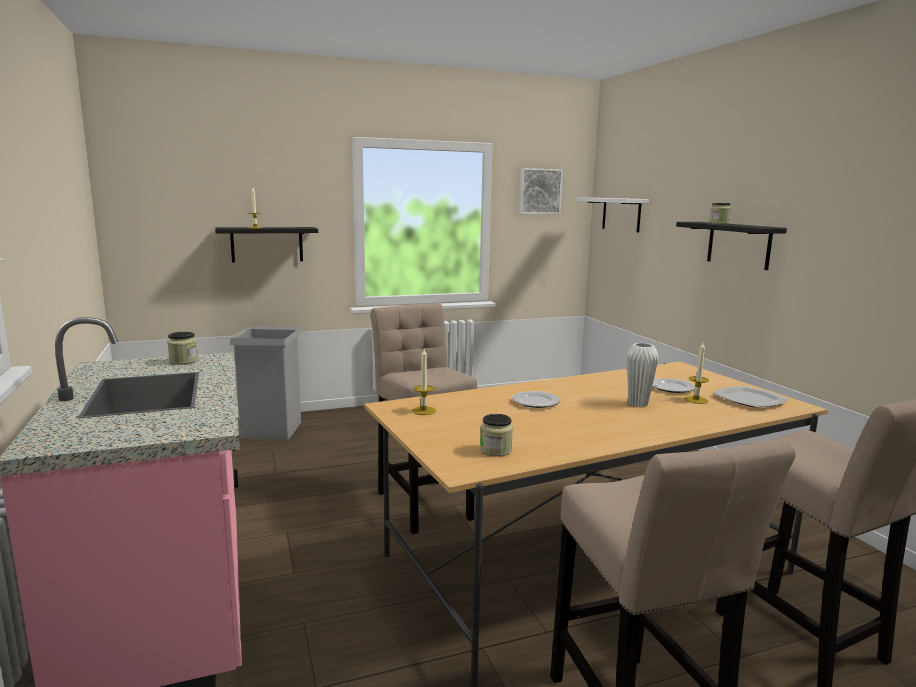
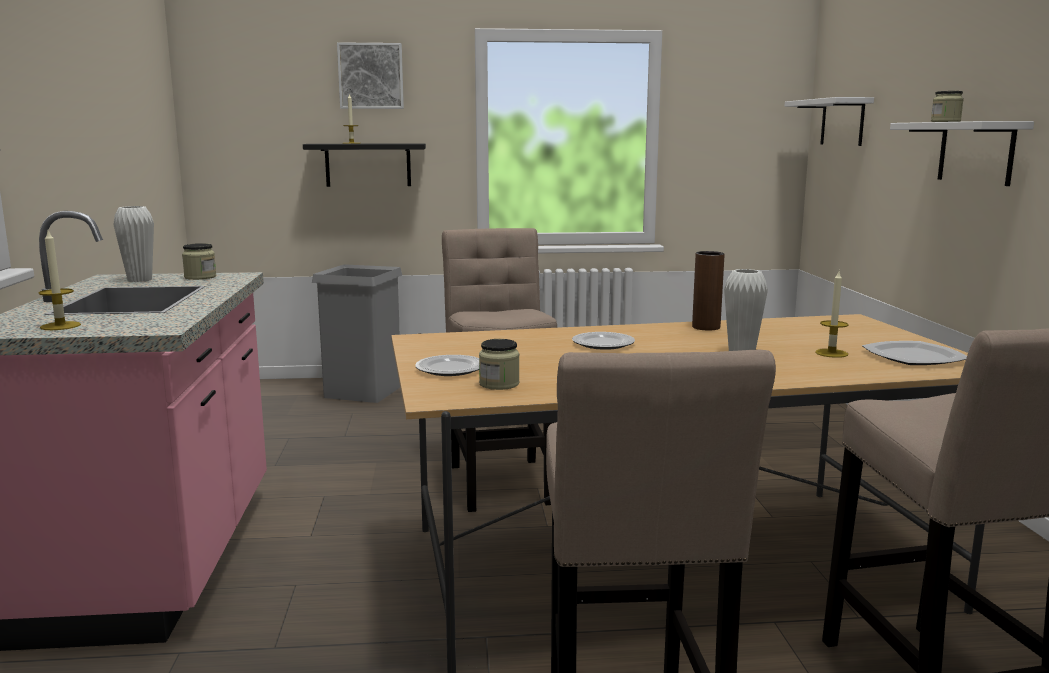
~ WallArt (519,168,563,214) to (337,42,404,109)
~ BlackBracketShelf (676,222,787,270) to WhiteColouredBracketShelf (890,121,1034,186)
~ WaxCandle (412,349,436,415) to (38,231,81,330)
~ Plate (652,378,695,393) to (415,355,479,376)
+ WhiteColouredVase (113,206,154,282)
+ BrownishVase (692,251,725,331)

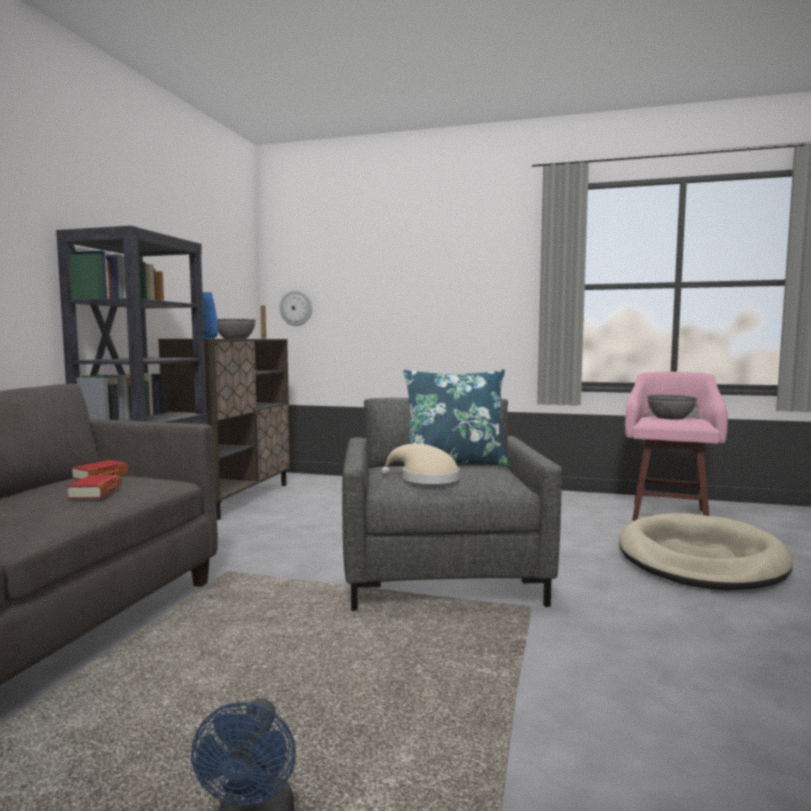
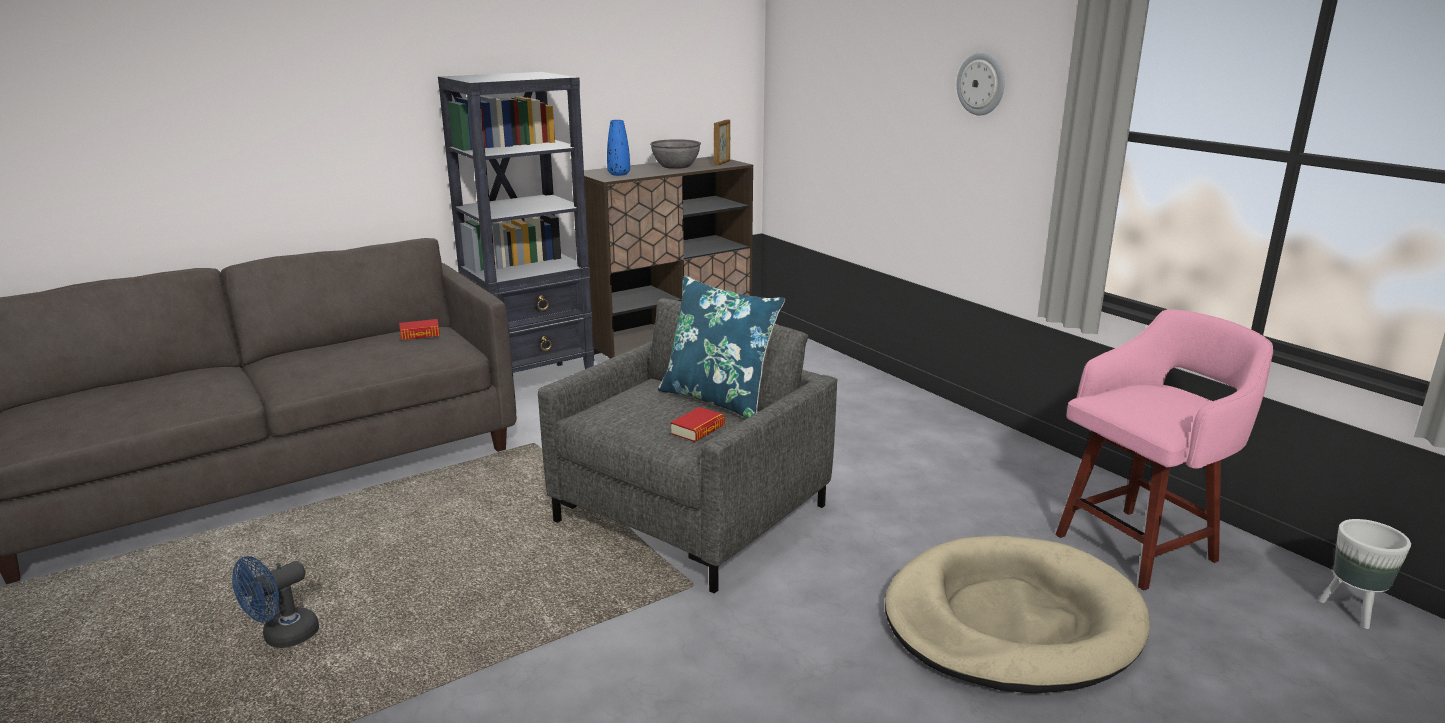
~ ClockOnTheWall (280,290,312,326) to (957,52,1005,115)
- GreyishDeepDish (647,395,697,420)
- SandColouredClothingHat (381,443,460,484)
~ Book (67,475,122,499) to (670,407,725,442)
+ WhiteColouredPlanter (1319,519,1411,629)

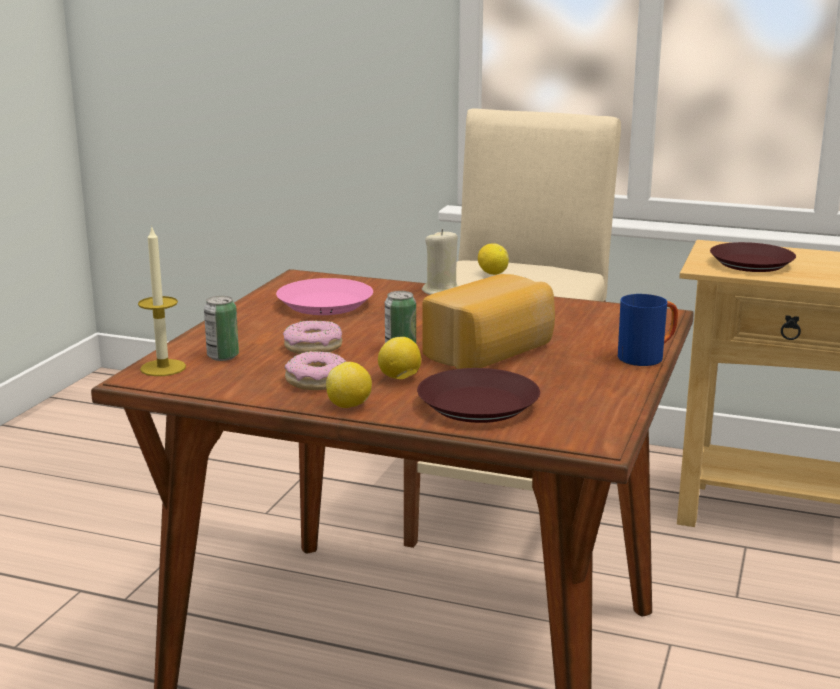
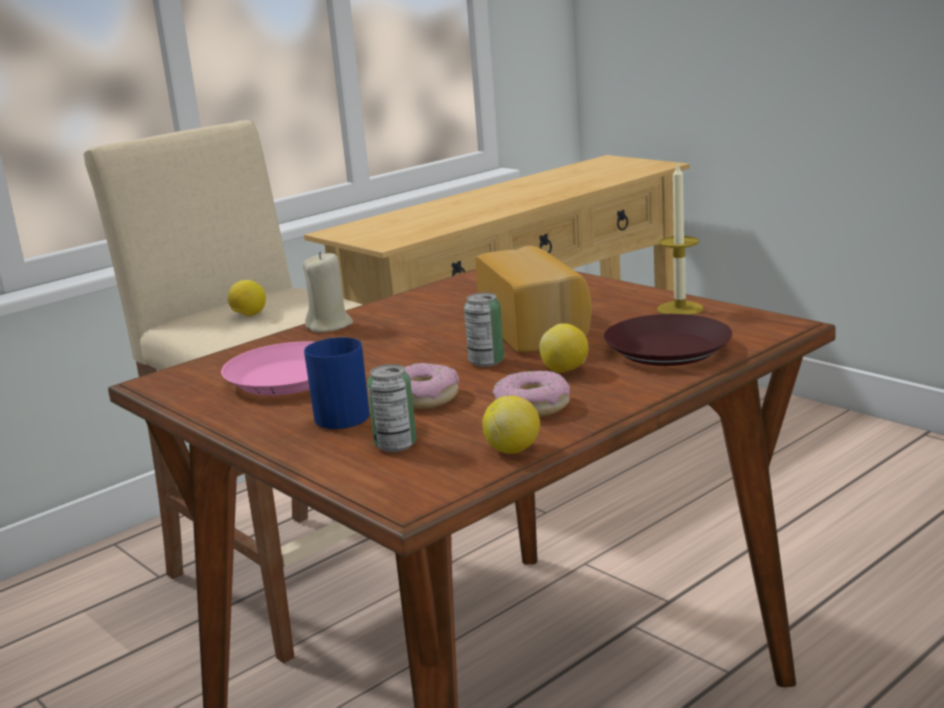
~ WaxCandle (138,228,186,376) to (657,162,703,315)
- BrownishPlate (710,242,796,272)
~ BlueTeaMug (618,294,678,366) to (304,337,370,429)
~ CitrusFruit (326,362,372,408) to (482,396,540,454)

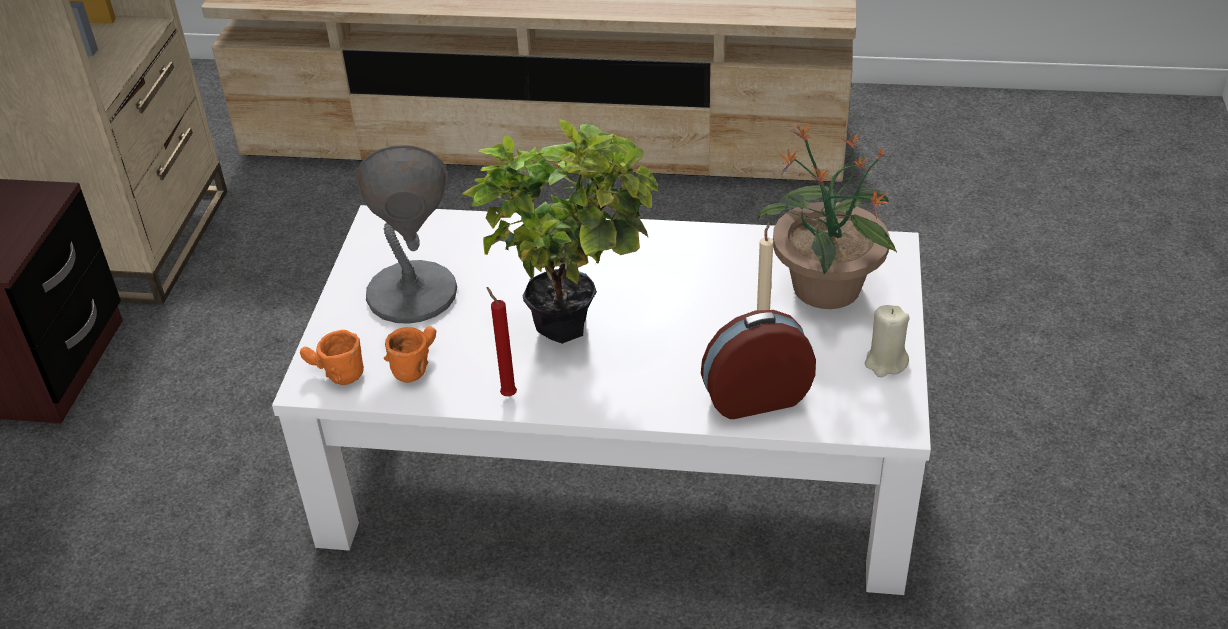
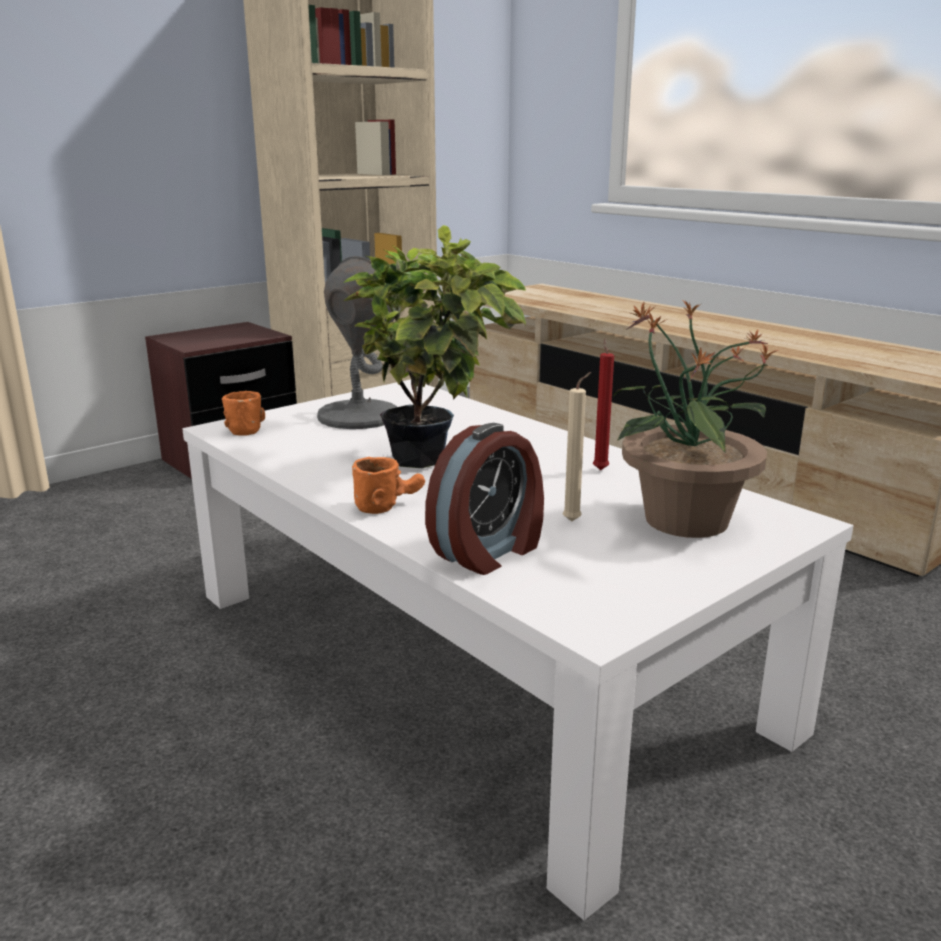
~ RedColouredWaxCandle (486,287,517,396) to (593,338,614,470)
- SandColouredWaxCandle (865,305,909,377)
~ AlarmClock (701,310,816,419) = (425,423,544,575) 105 degrees clockwise
~ OrangeTeaMug (384,326,436,383) to (352,457,425,514)

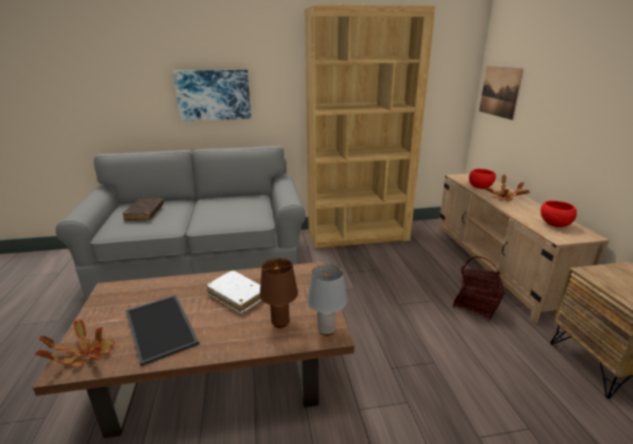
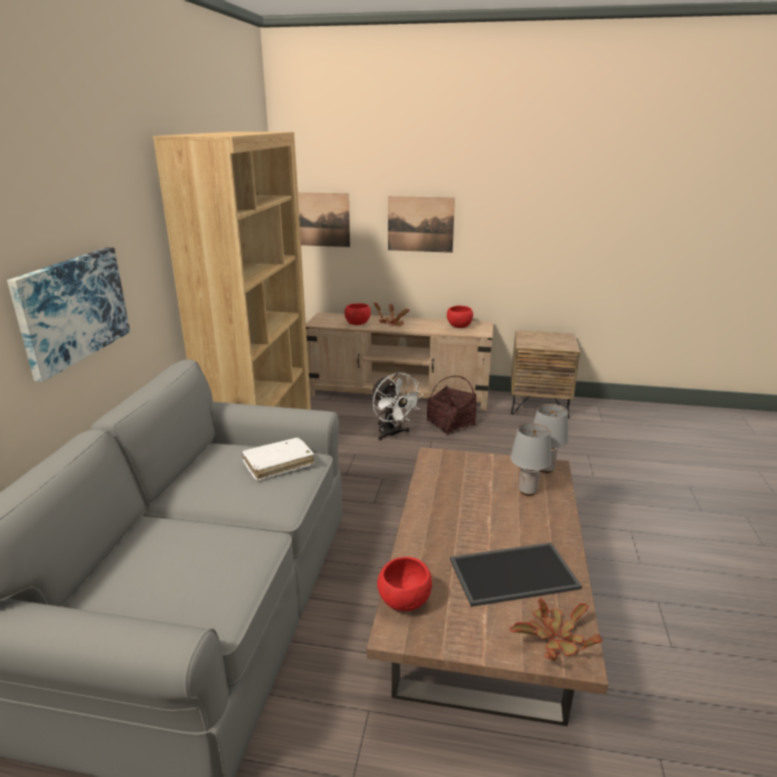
- BrownishBook (122,198,164,221)
~ BrownishTabletopLamp (260,258,298,328) to GreyishTabletopLamp (511,423,551,496)
~ WhiteColouredBook (207,271,261,313) to (242,438,314,481)
+ WallArt (388,196,455,253)
+ WhiteColouredElectricFan (371,373,423,441)
+ RedColouredDeepDish (377,557,432,611)

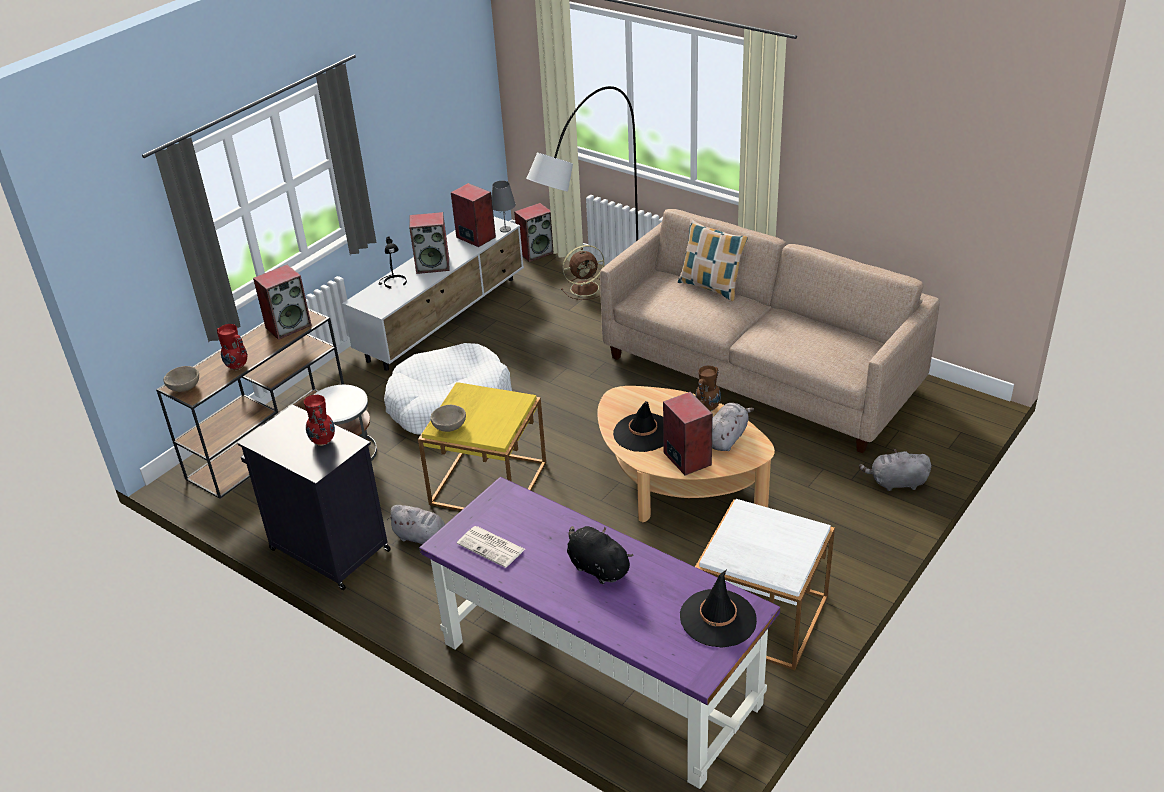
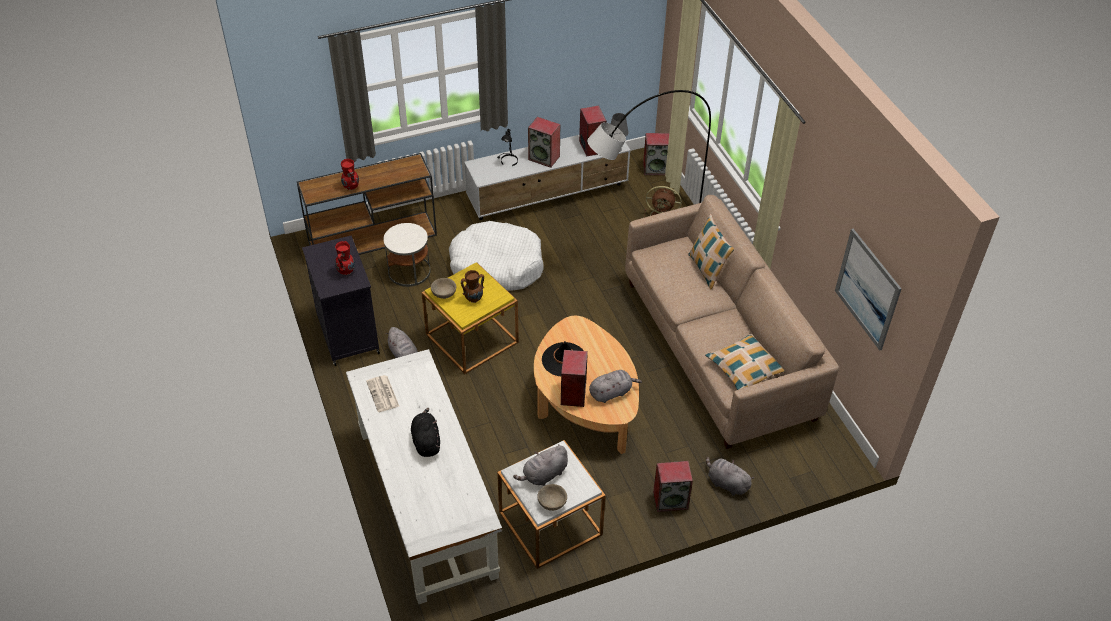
~ Speaker (253,265,312,340) to (653,461,693,512)
~ SandColouredDeepDish (163,366,199,392) to (537,484,567,511)
~ BrownishVase (695,366,721,411) to (461,270,484,303)
~ PurpleDesk (419,477,781,789) to WhiteColouredDesk (346,349,502,604)
- BlackClothingHat (680,569,757,648)
+ WallArt (835,229,902,351)
+ Cushion (705,333,785,390)
+ GreyishSoftToy (513,445,568,486)

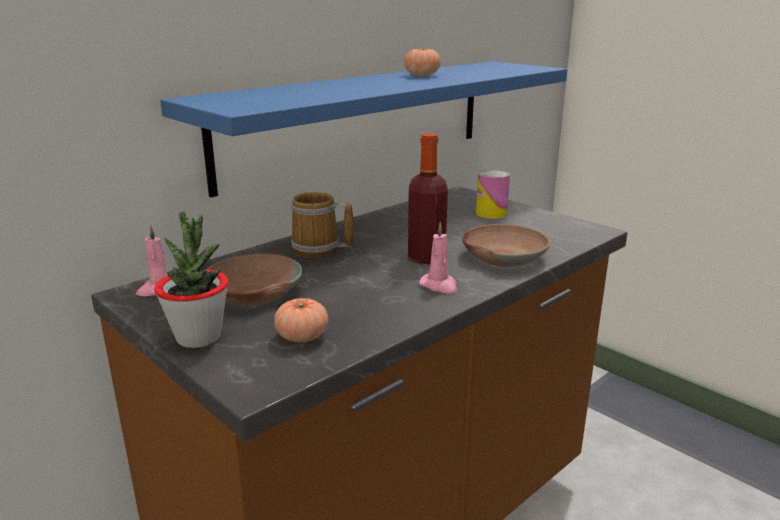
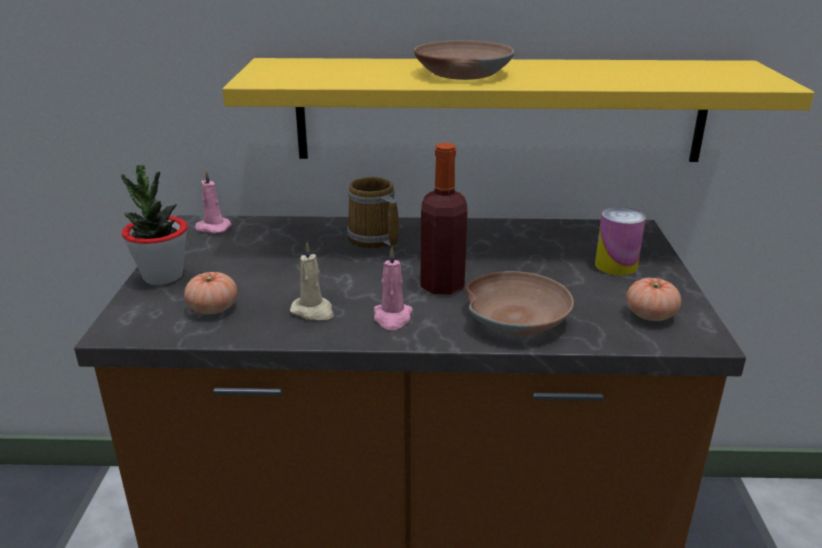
~ Tomato (404,48,441,76) to (626,278,682,321)
~ BlueBracketShelf (160,62,567,198) to YellowishBracketShelf (222,58,814,162)
~ BrownishDeepDish (207,254,302,305) to (414,40,514,80)
+ SandColouredWaxCandle (290,242,334,320)

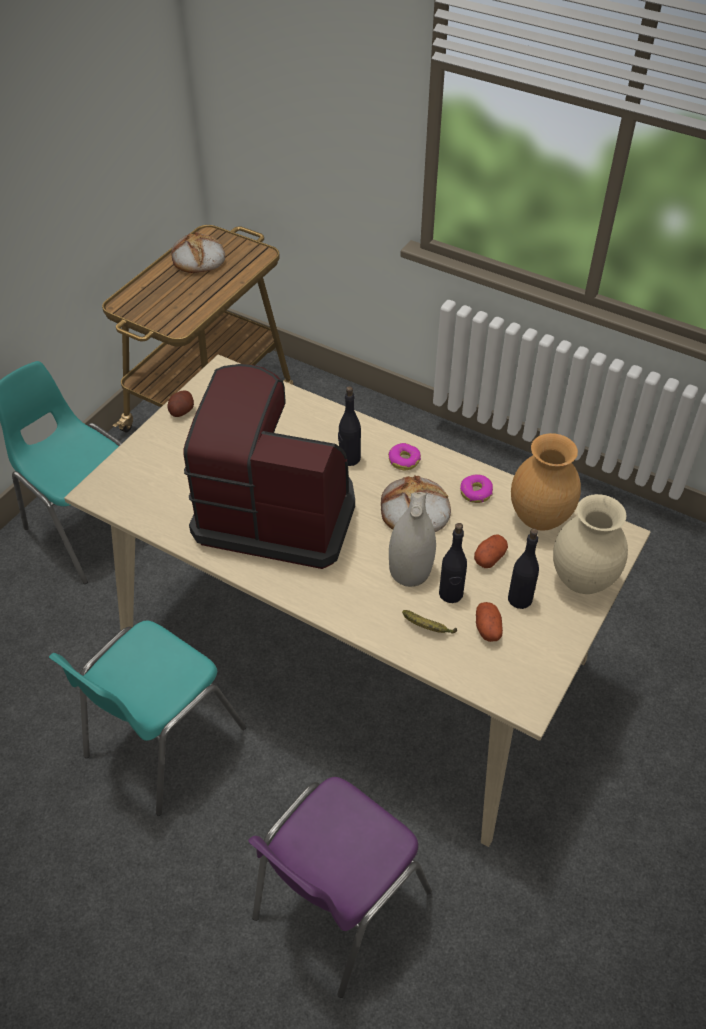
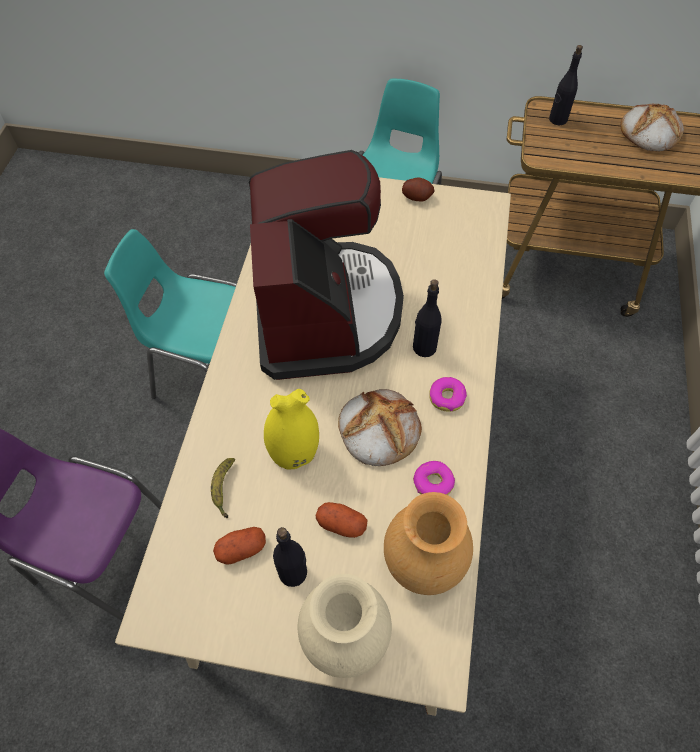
~ WhiteColouredVase (389,492,436,587) to YellowishVase (264,389,319,470)
~ BlackBottle (439,523,467,603) to (549,45,583,125)

